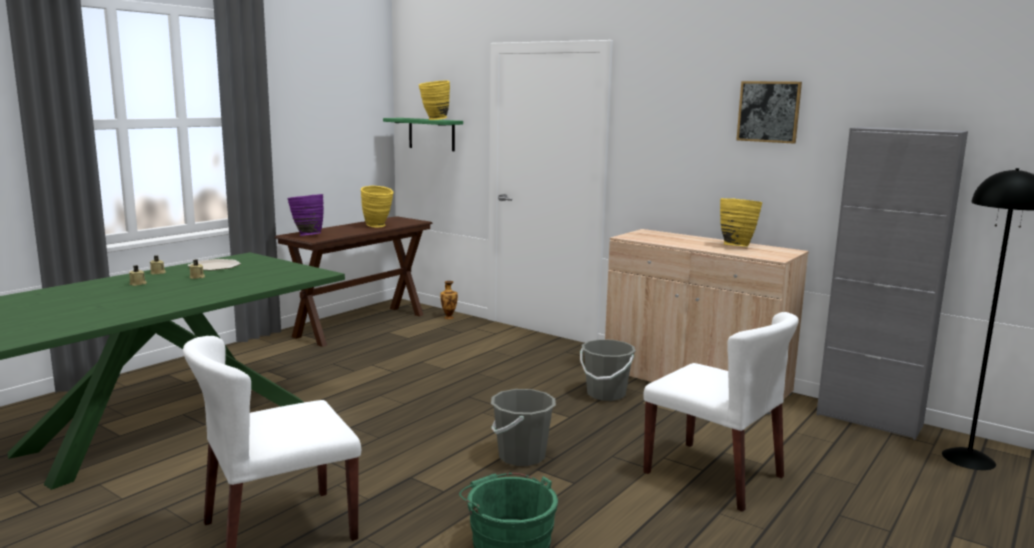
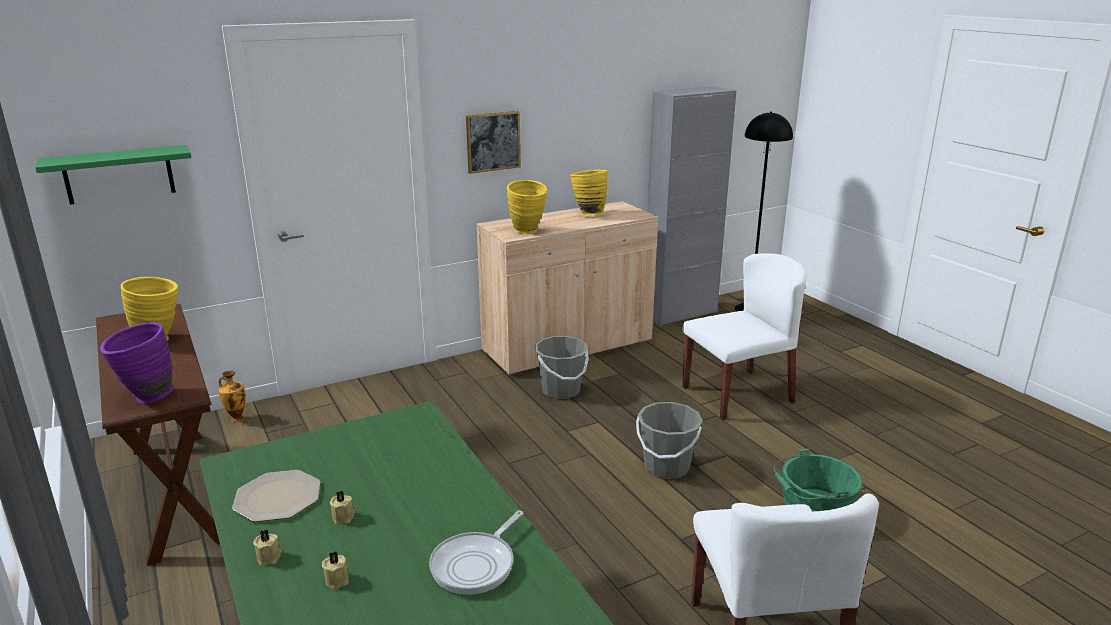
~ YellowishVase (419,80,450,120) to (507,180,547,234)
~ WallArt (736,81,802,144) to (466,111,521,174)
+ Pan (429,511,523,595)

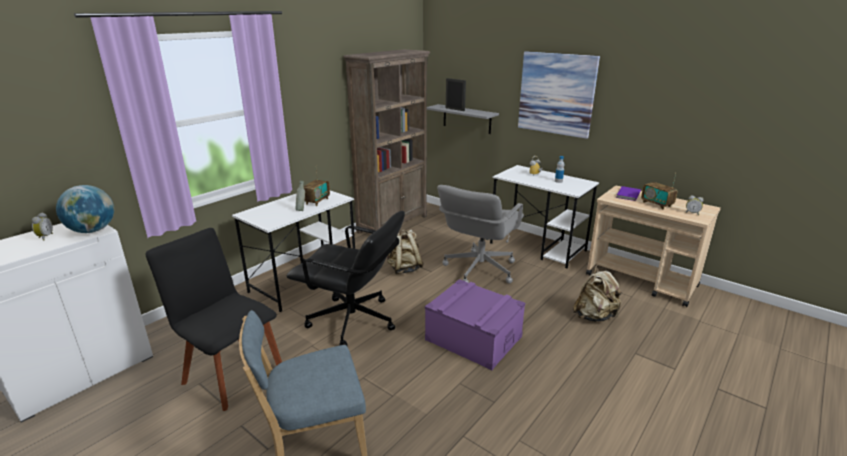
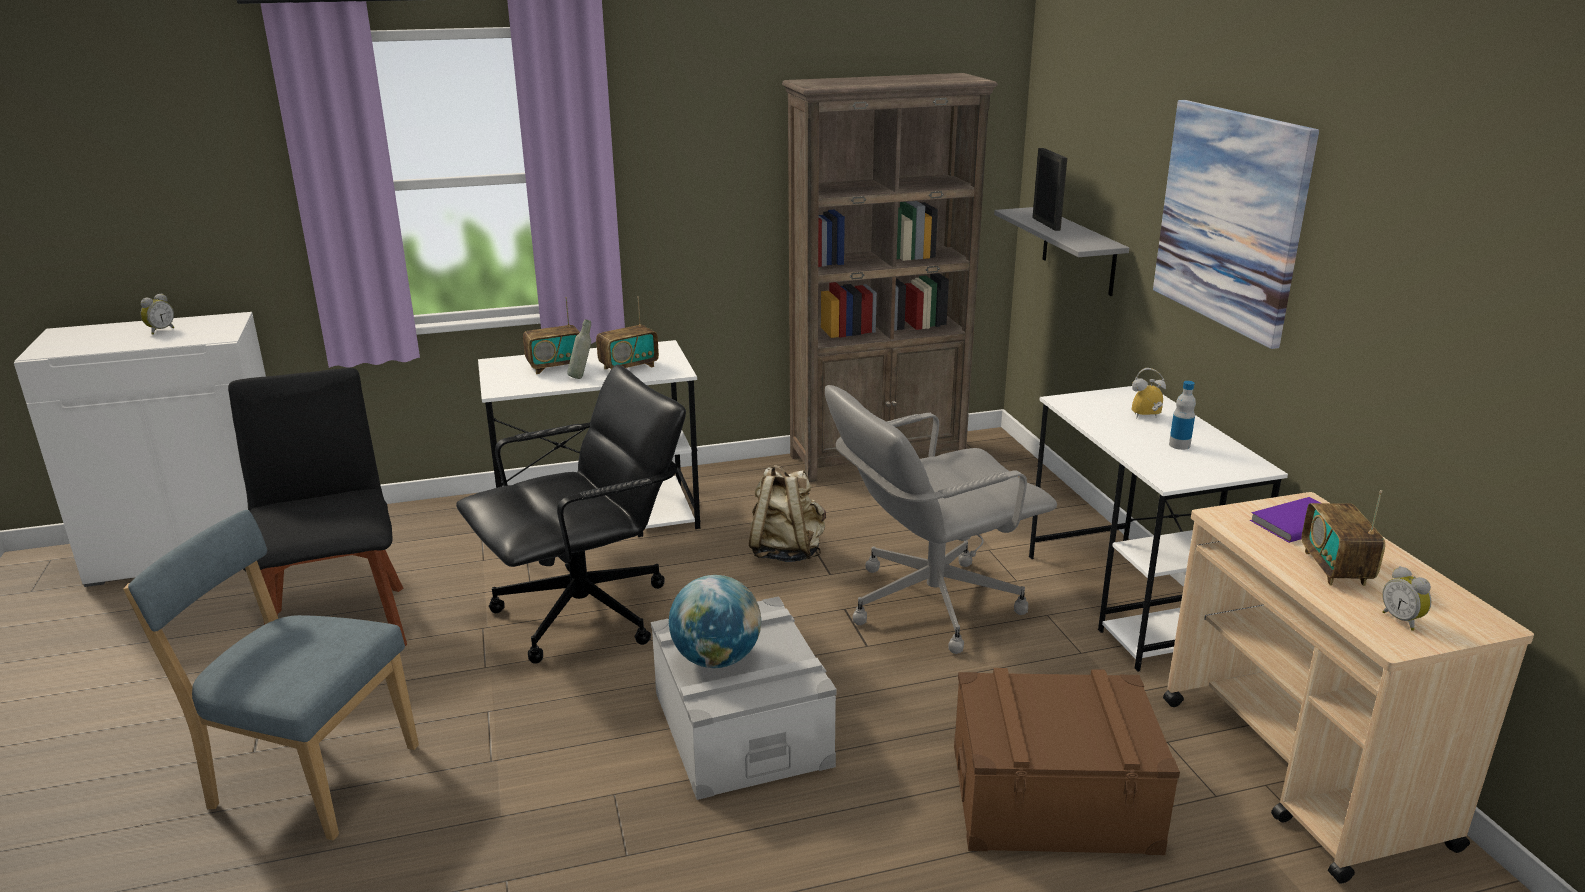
~ DeskGlobe (56,185,114,233) to (669,575,761,668)
~ BlackOfficeChair (287,211,405,346) = (456,364,686,664) 90 degrees counterclockwise
~ SandColouredKnapsack (573,265,621,322) to BrownishStorageBox (954,668,1180,855)
~ PurpleStorageBox (425,279,525,370) to GreyishStorageBox (651,596,837,800)
+ Radio (523,297,580,374)

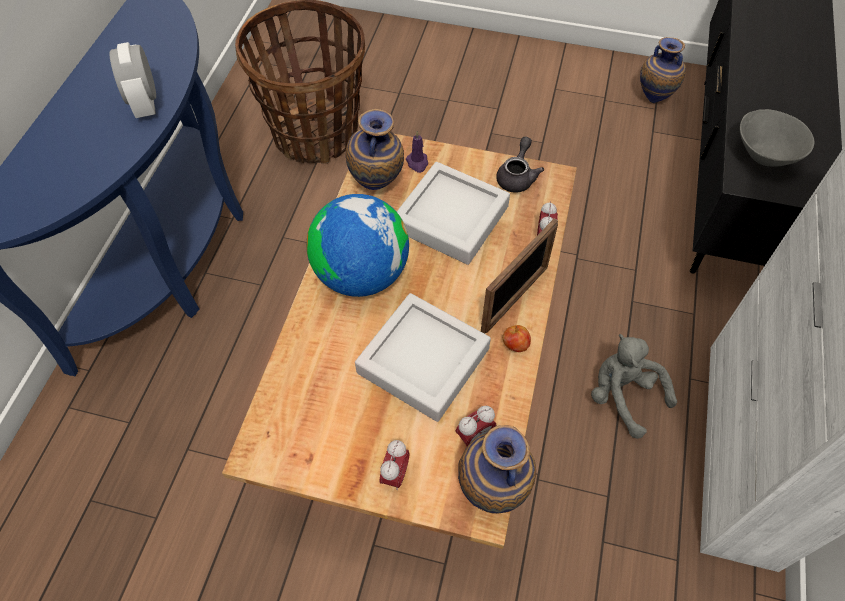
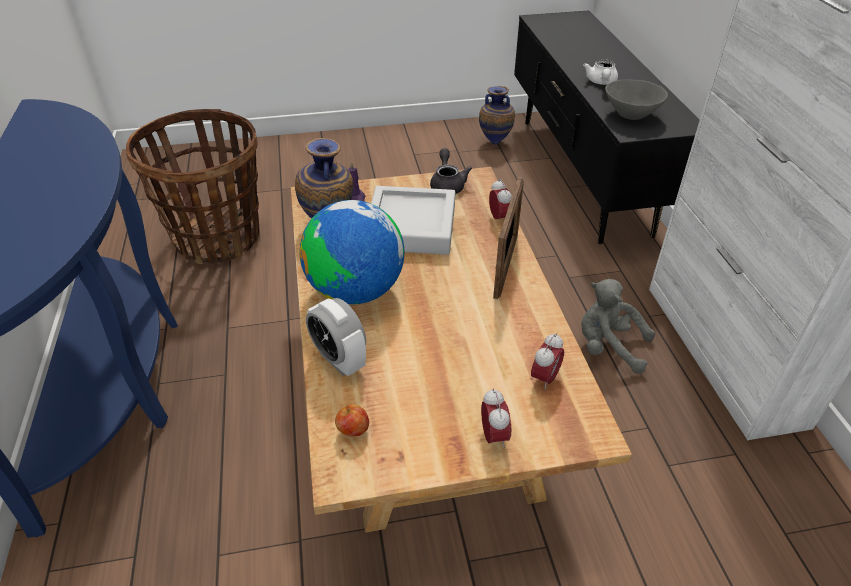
~ AlarmClock (109,42,156,118) to (306,298,366,376)
- GreyishCarryingTray (355,293,491,422)
~ AppleFruit (503,325,531,352) to (335,404,369,436)
- Vase (458,425,536,514)
+ WhiteColouredPotForTea (583,59,618,85)

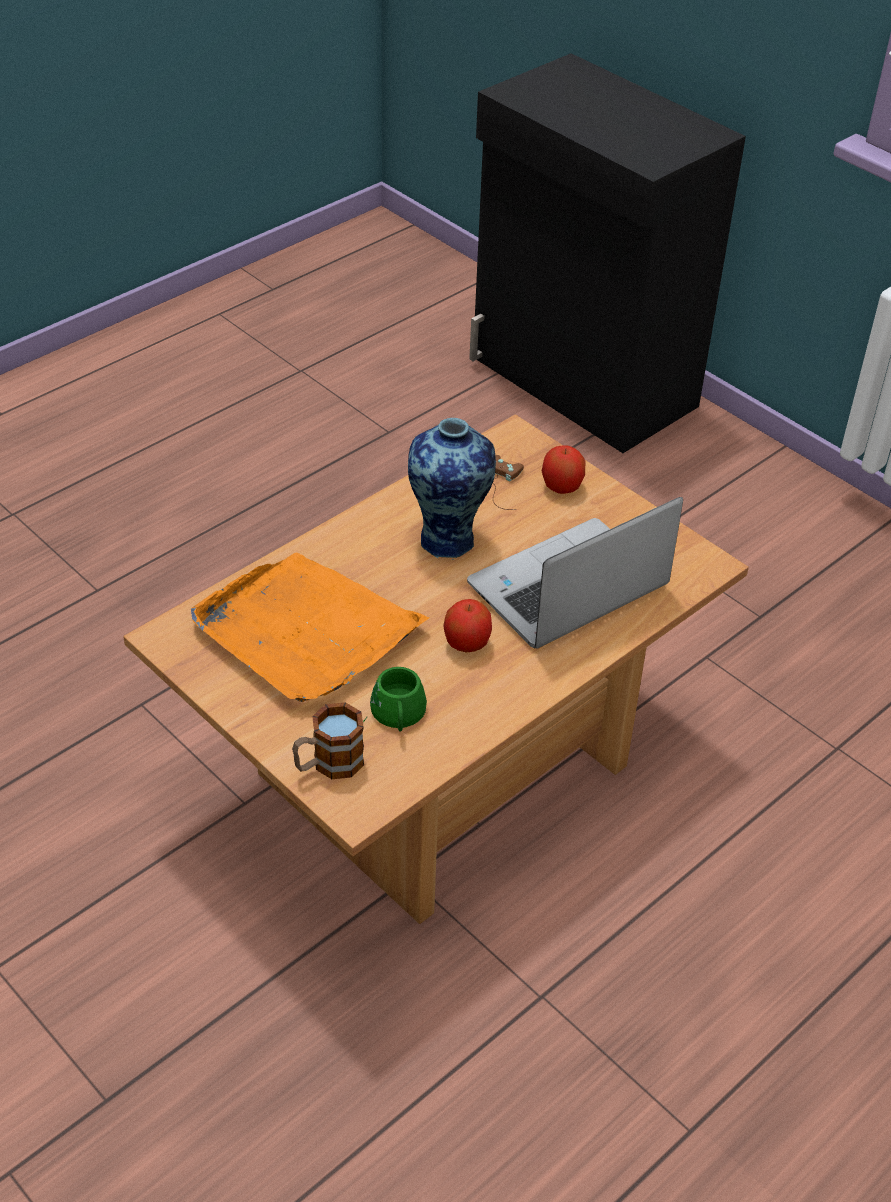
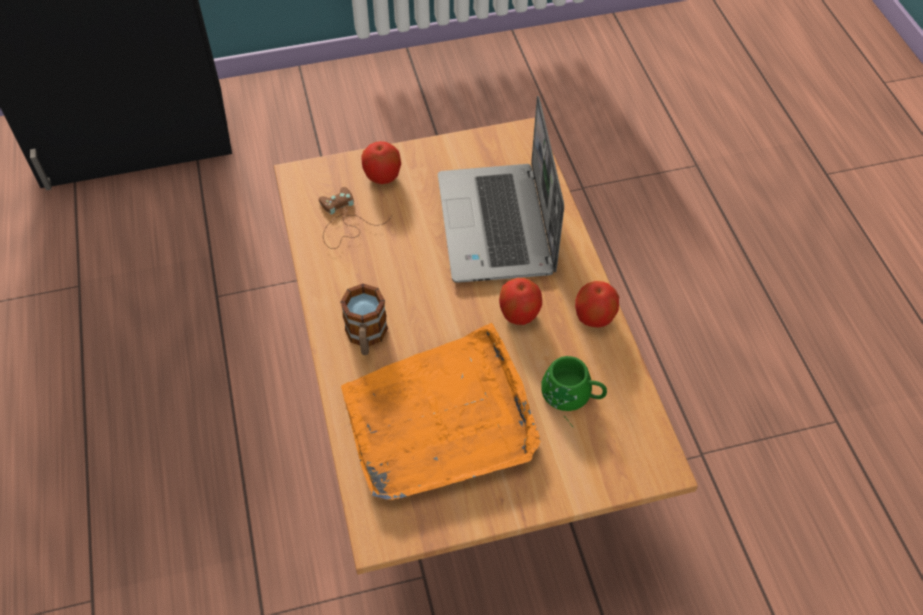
- Vase (408,418,496,560)
~ TeaMug (292,702,364,779) to (340,284,388,355)
+ AppleFruit (575,281,619,328)

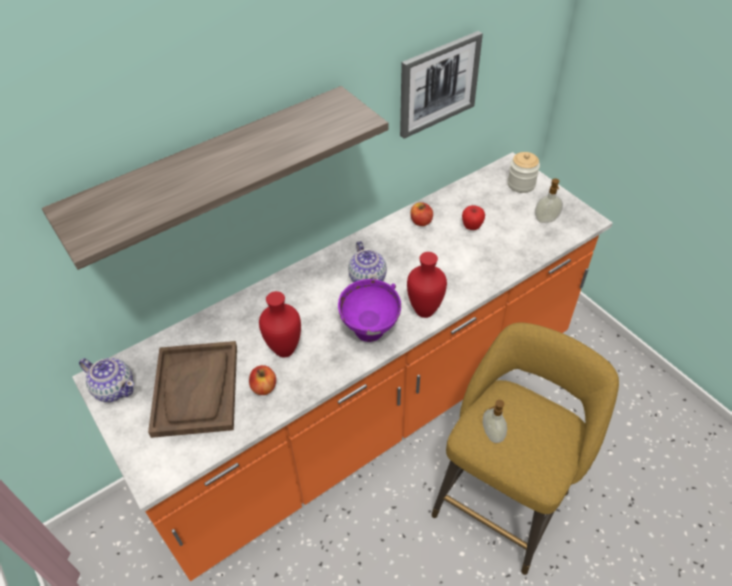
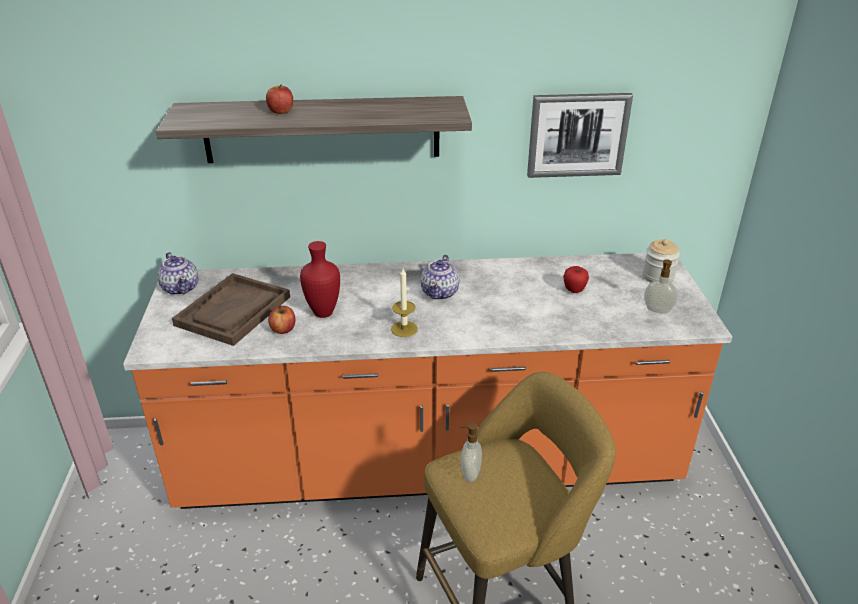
~ AppleFruit (410,202,433,226) to (266,85,293,114)
- RedColouredVase (407,252,447,318)
~ PurpleDeepDish (338,279,401,342) to WaxCandle (391,268,418,337)

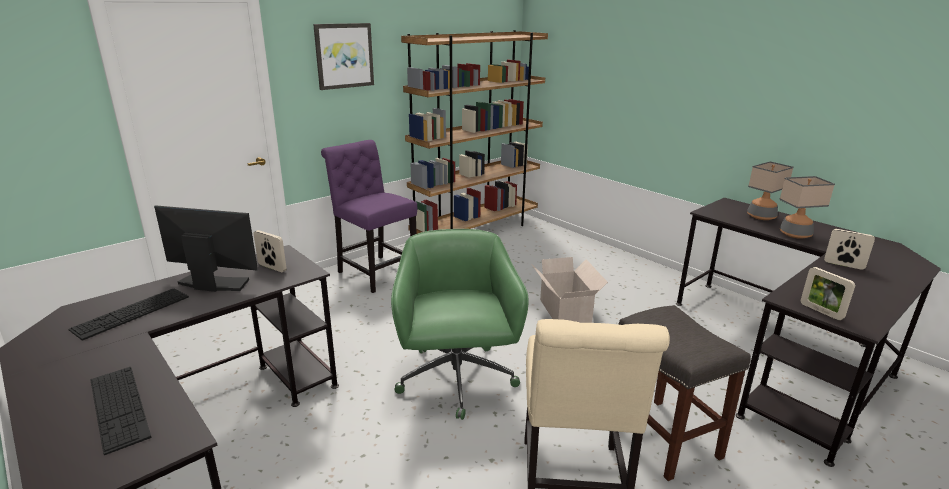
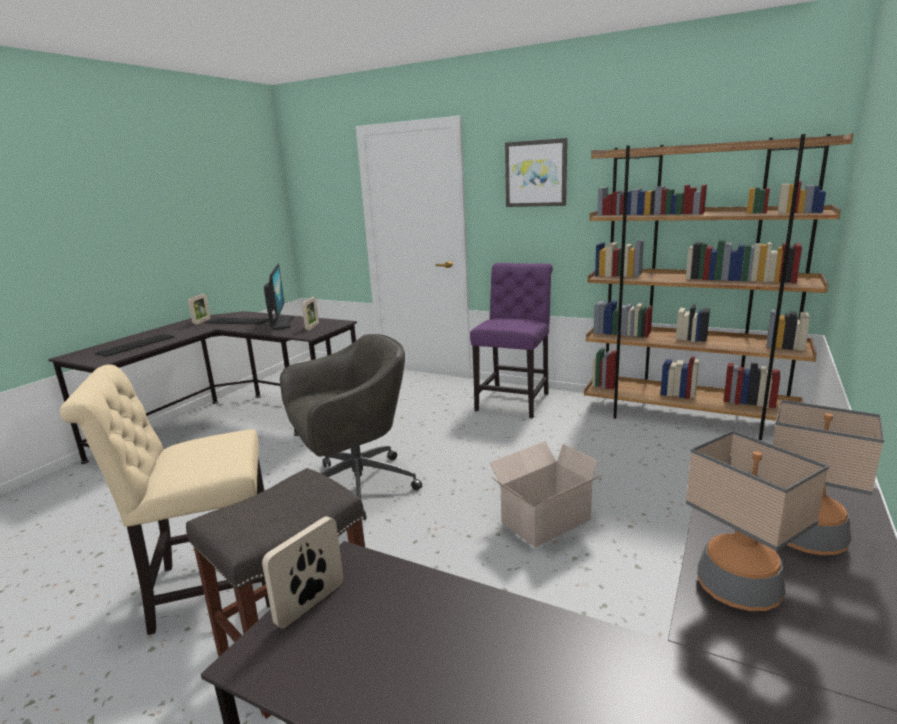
~ GreenishOfficeChair (391,229,529,420) to GreyishOfficeChair (280,334,422,520)
~ PhotoFrame (824,229,875,270) to (188,294,210,325)

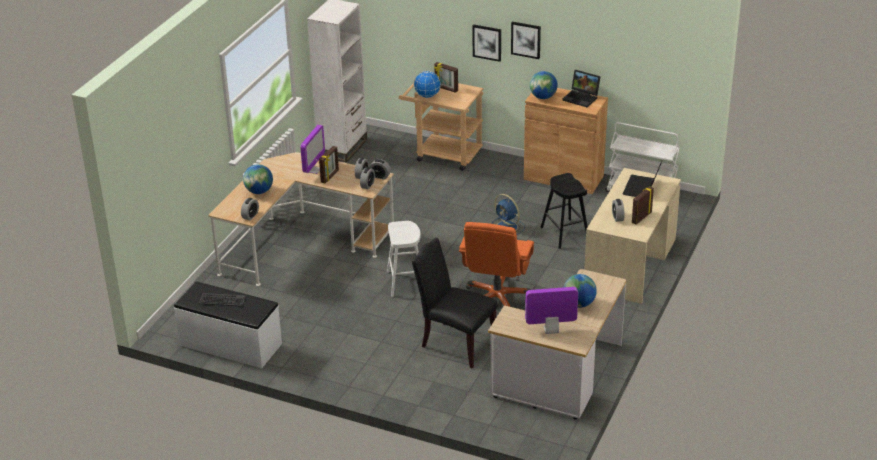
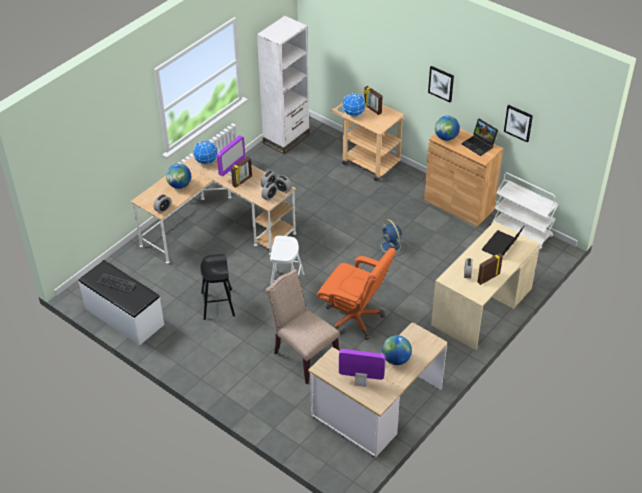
~ WallArt (473,24,501,62) to (504,105,533,143)
~ BlackStool (540,173,587,249) to (200,254,235,320)
~ OrangeOfficeChair (459,222,534,307) = (317,248,396,340) 90 degrees counterclockwise
~ BlackUprightChair (412,238,498,368) to SandColouredUprightChair (266,269,340,384)
+ DeskGlobe (193,140,218,165)

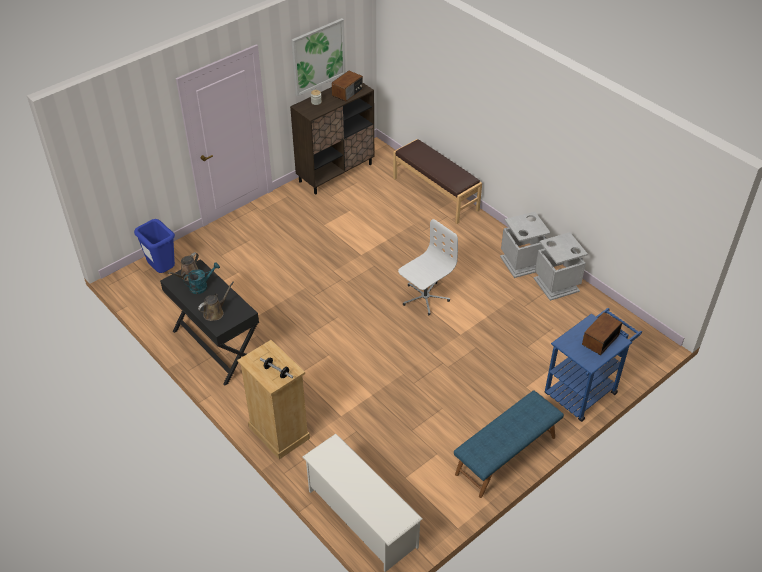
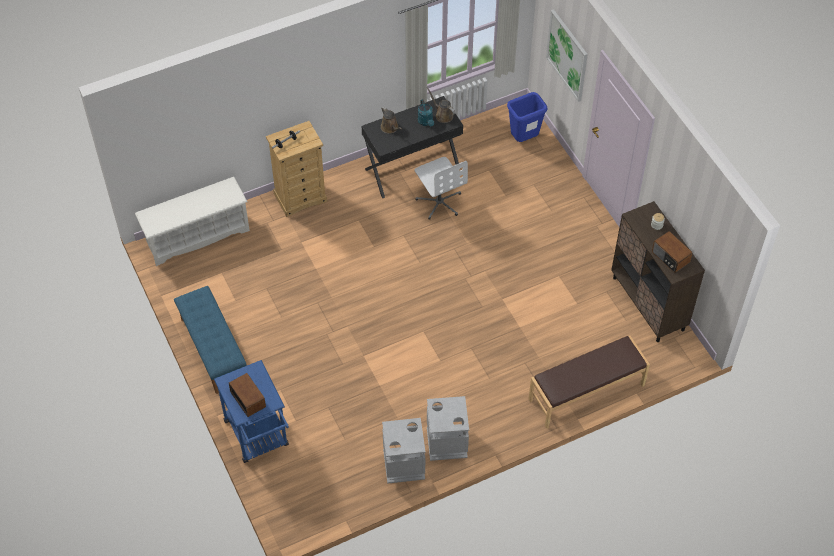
~ WallArt (291,18,346,96) to (546,9,588,102)
~ WhiteColouredOfficeChair (398,219,458,315) to (414,157,468,220)

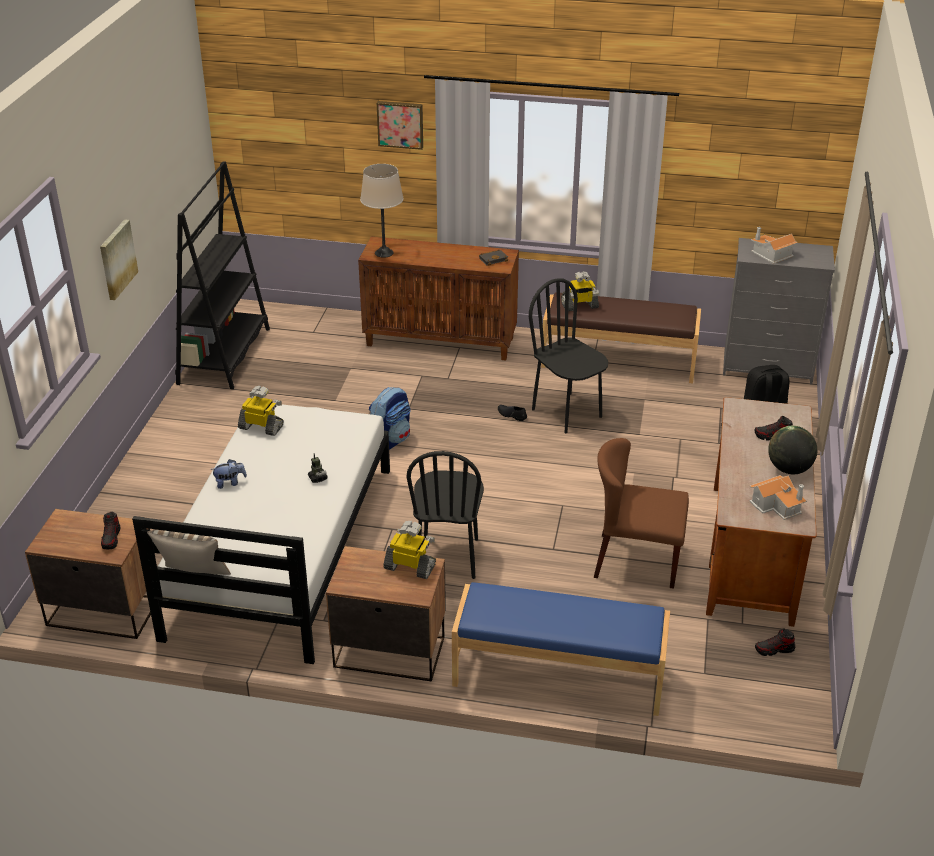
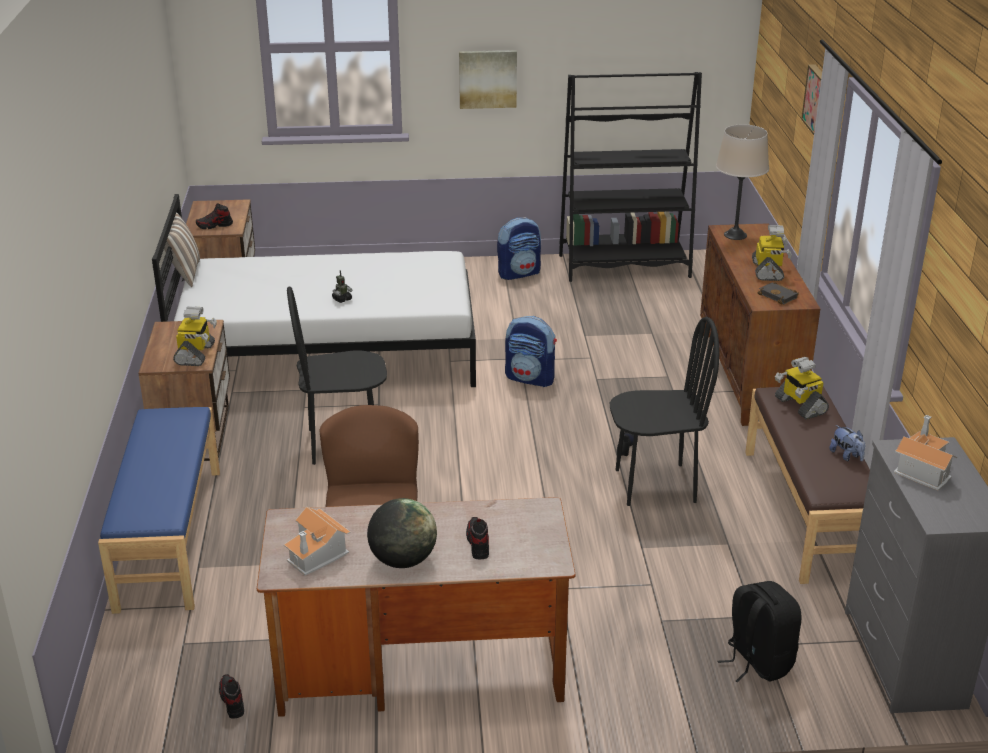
~ BlackUprightChair (529,278,608,433) = (610,317,720,506) 45 degrees clockwise
~ RobotFigure (238,386,284,436) to (752,225,792,281)
~ SoftToy (211,459,247,489) to (829,425,865,462)
+ Knapsack (497,217,541,280)

